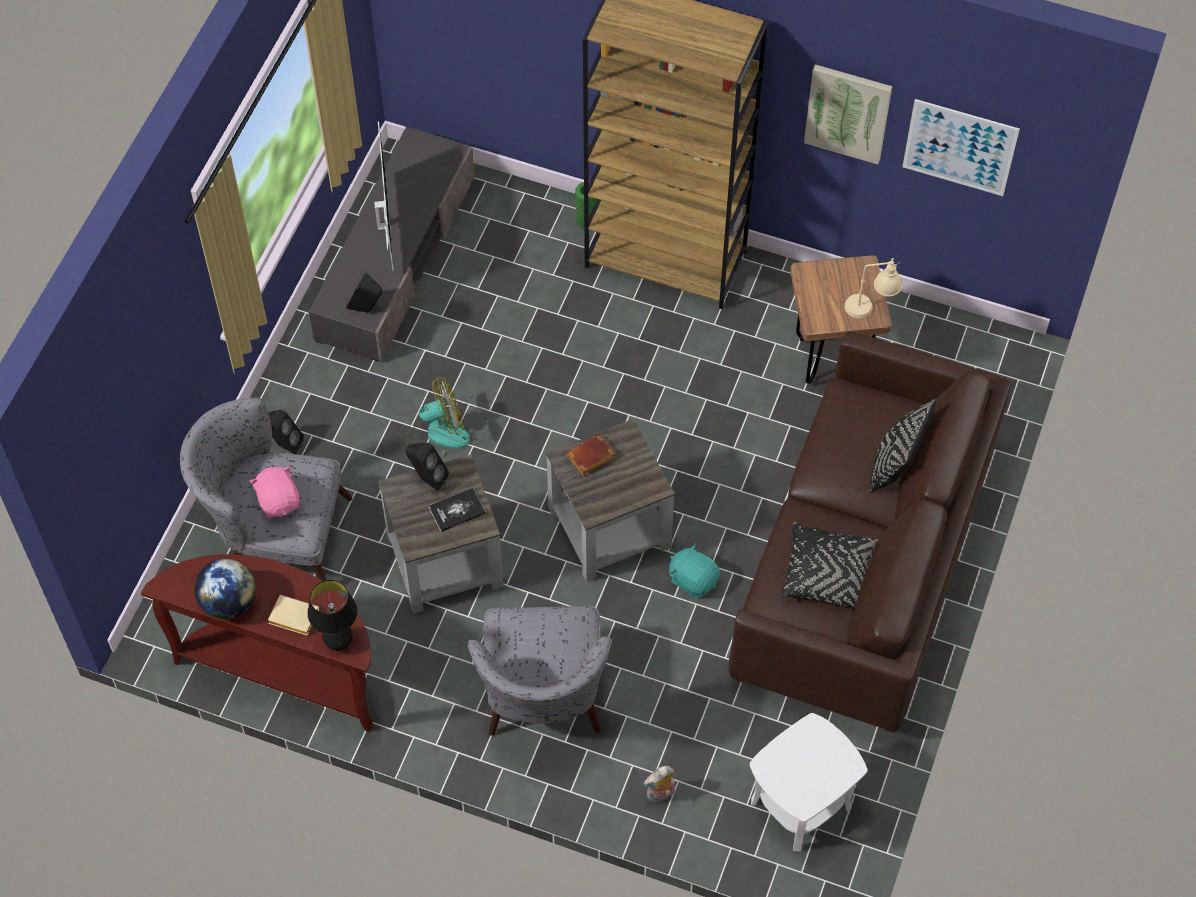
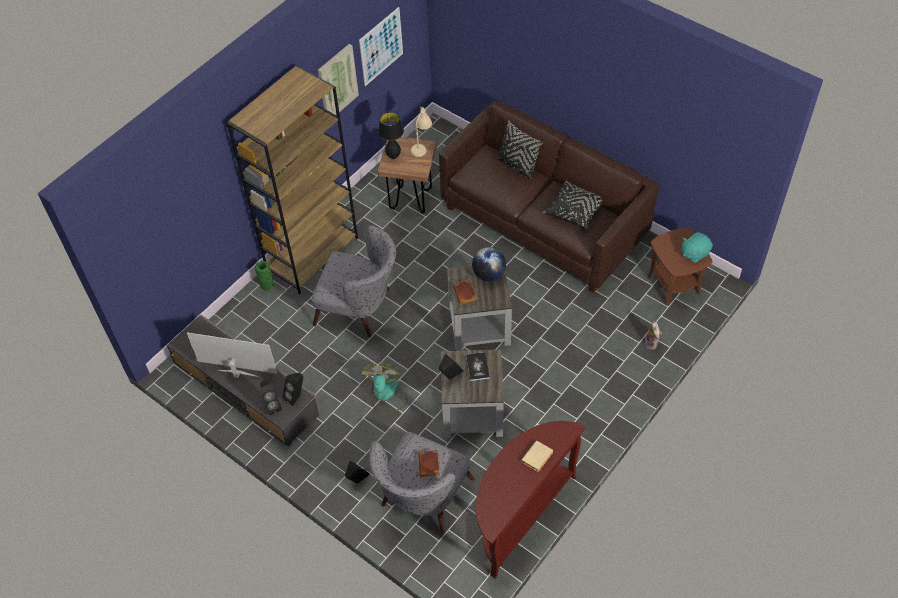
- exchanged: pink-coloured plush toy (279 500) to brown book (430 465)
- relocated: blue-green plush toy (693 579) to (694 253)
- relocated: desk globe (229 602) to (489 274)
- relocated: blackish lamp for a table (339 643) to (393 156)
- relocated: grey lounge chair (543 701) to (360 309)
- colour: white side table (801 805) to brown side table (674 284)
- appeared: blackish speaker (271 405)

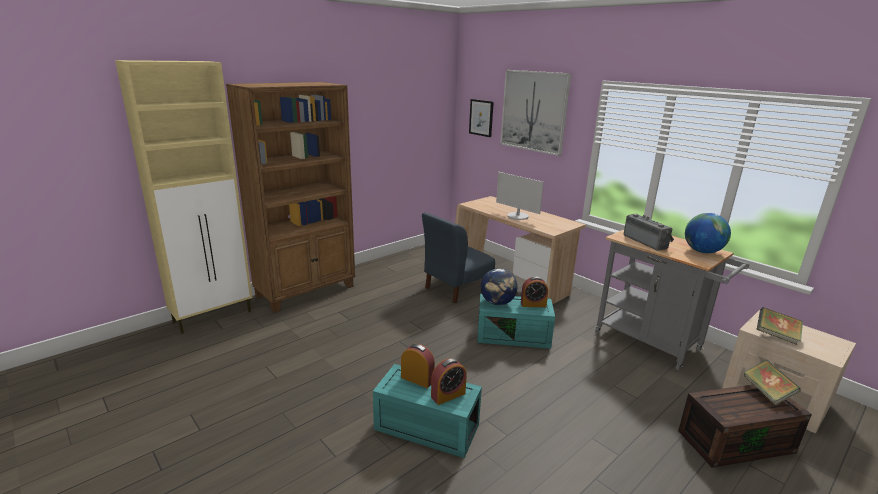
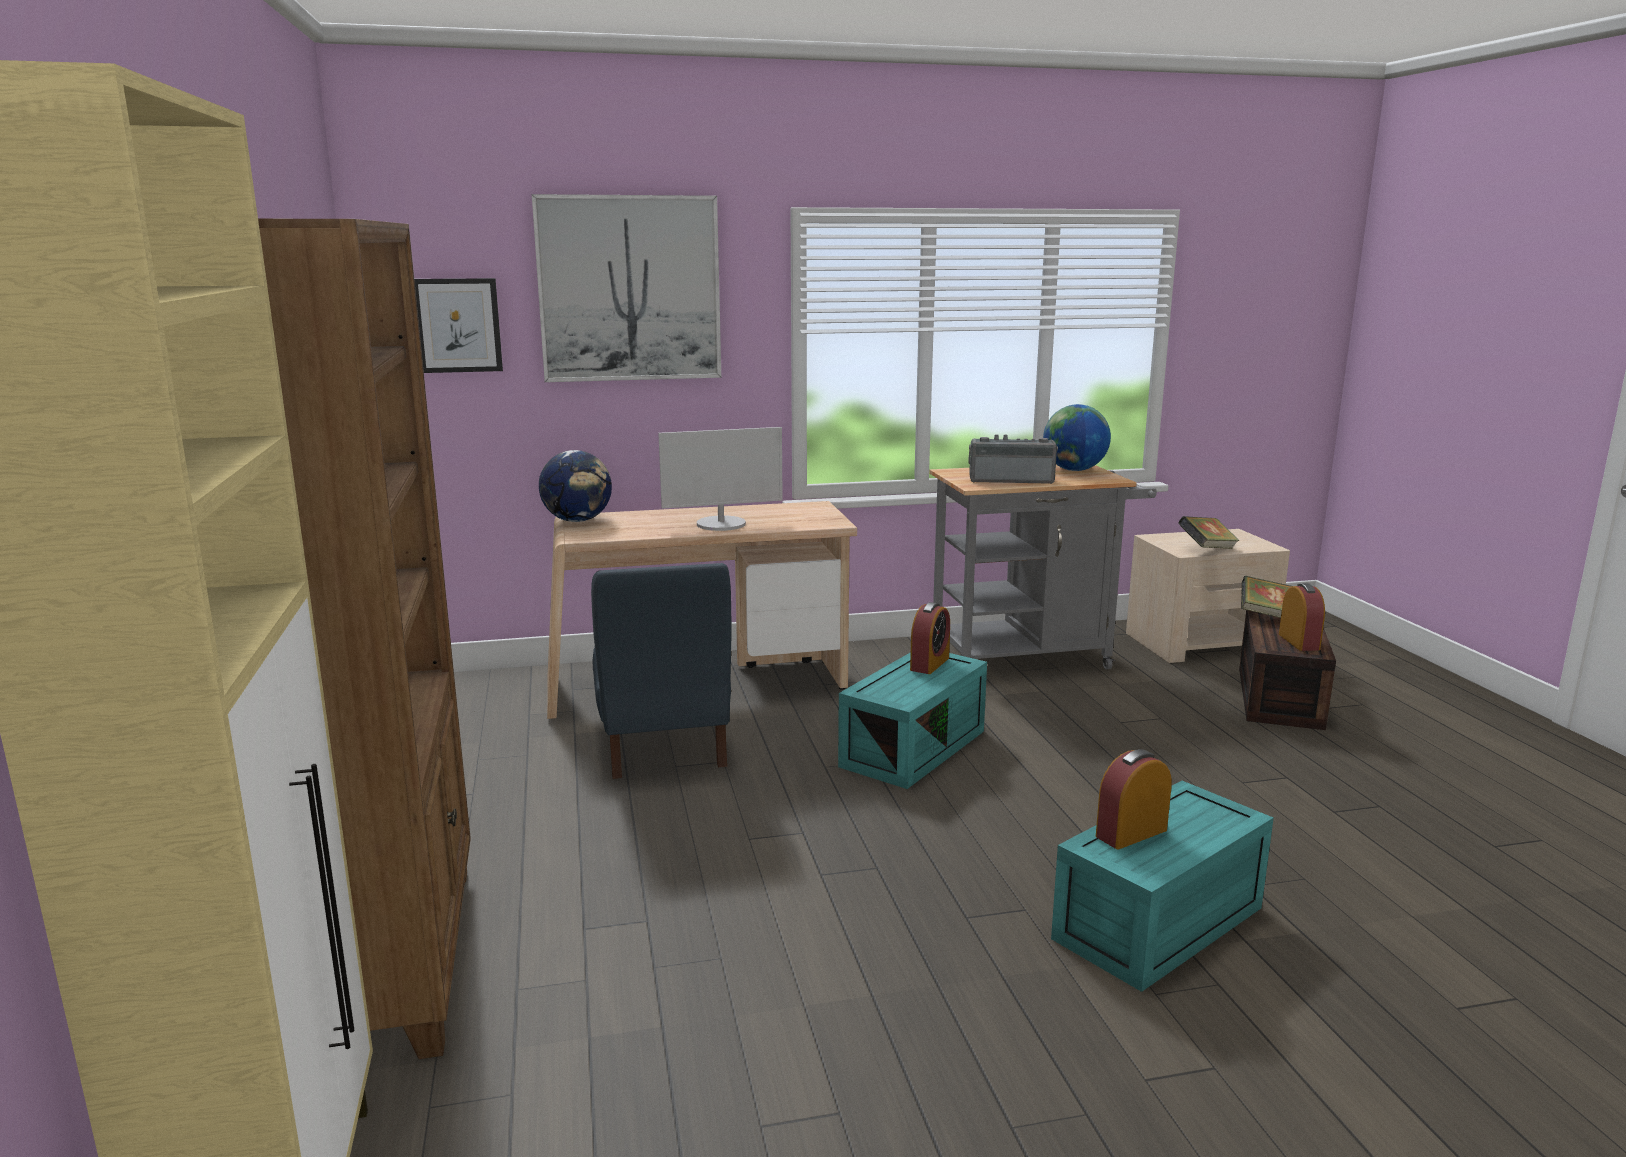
- relocated: desk globe (497 303) to (578 521)
- relocated: alarm clock (448 395) to (1299 642)

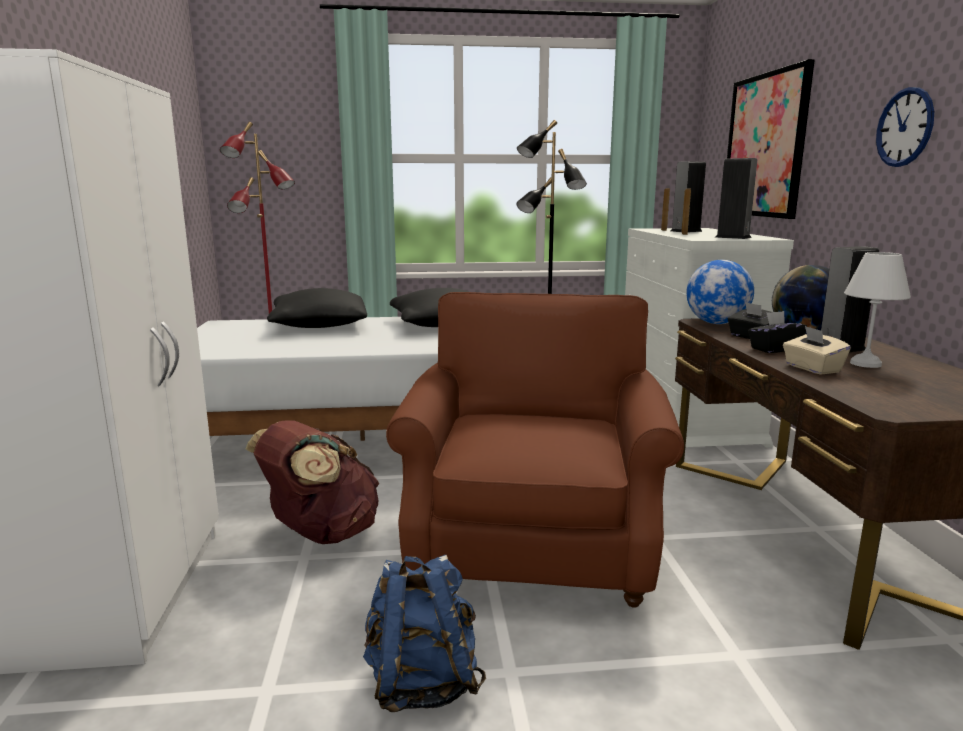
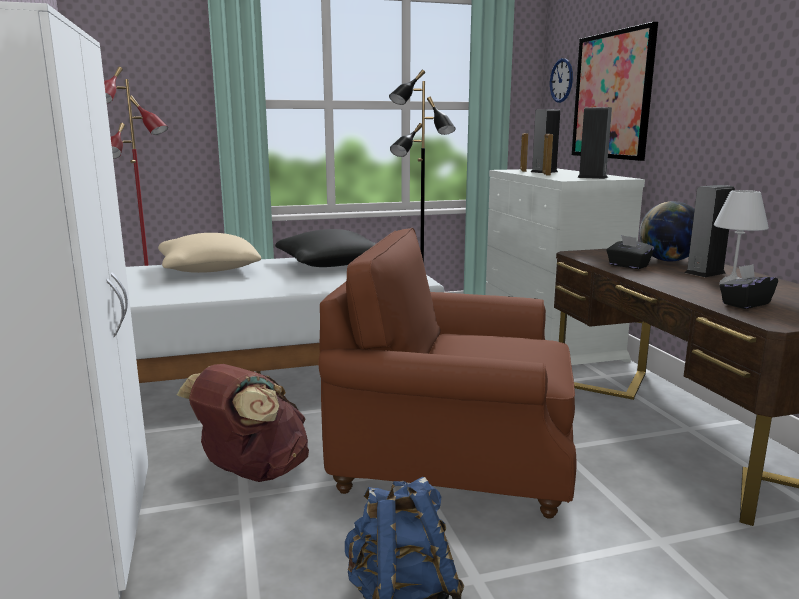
- relocated: wall clock (904 127) to (561 80)
- missing: desk globe (716 323)
- colour: blackish throw pillow (319 325) to sand-coloured throw pillow (209 269)
- spun: brown lounge chair (532 538) = (453 458) 75 degrees counterclockwise
- relocated: blackish tissue holder (774 349) to (745 304)
- missing: sand-coloured tissue holder (812 368)

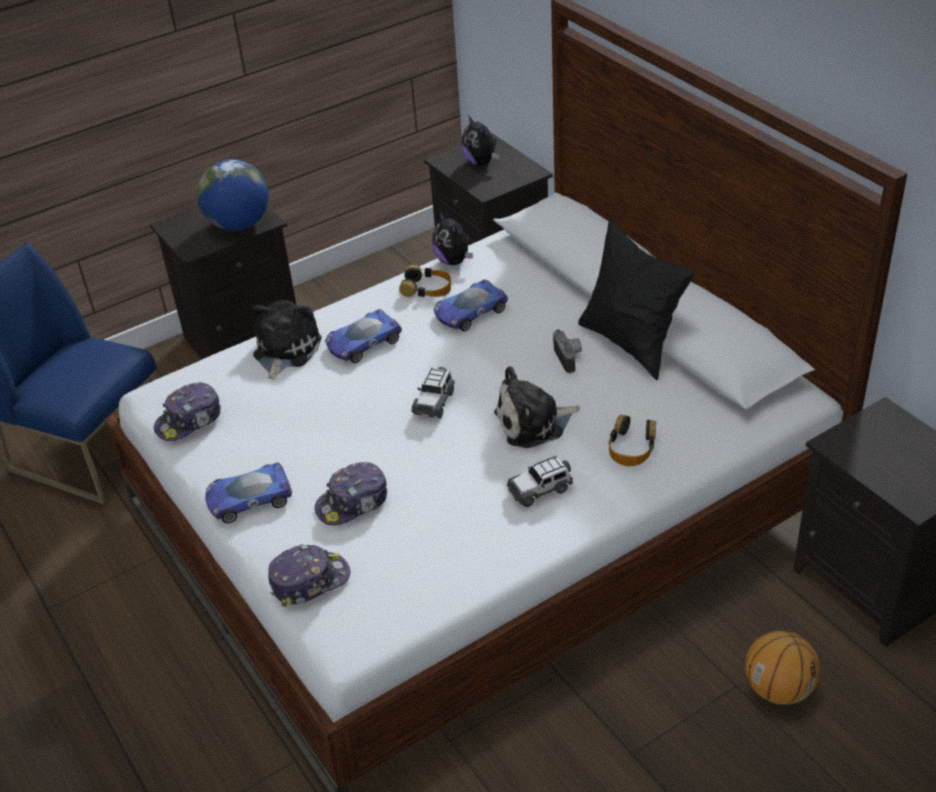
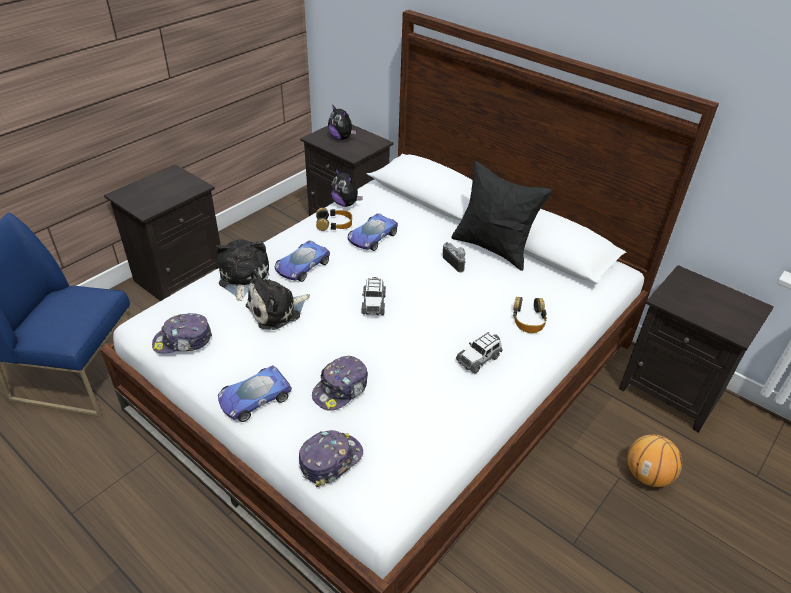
- missing: desk globe (239 224)
- relocated: plush toy (534 423) to (277 310)
- spun: baseball cap (189 420) = (183 341) 45 degrees clockwise

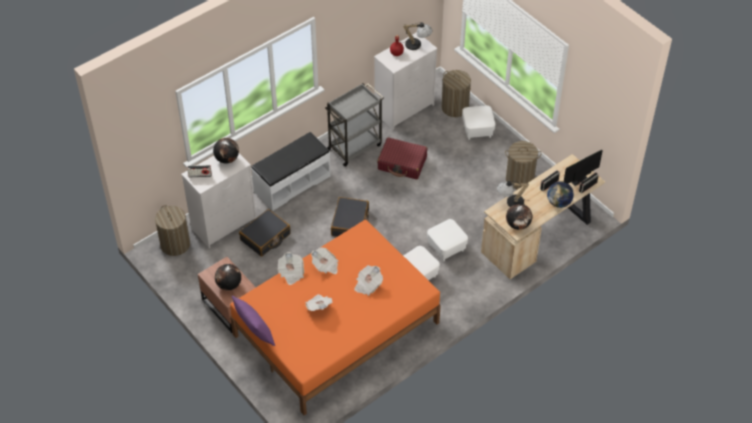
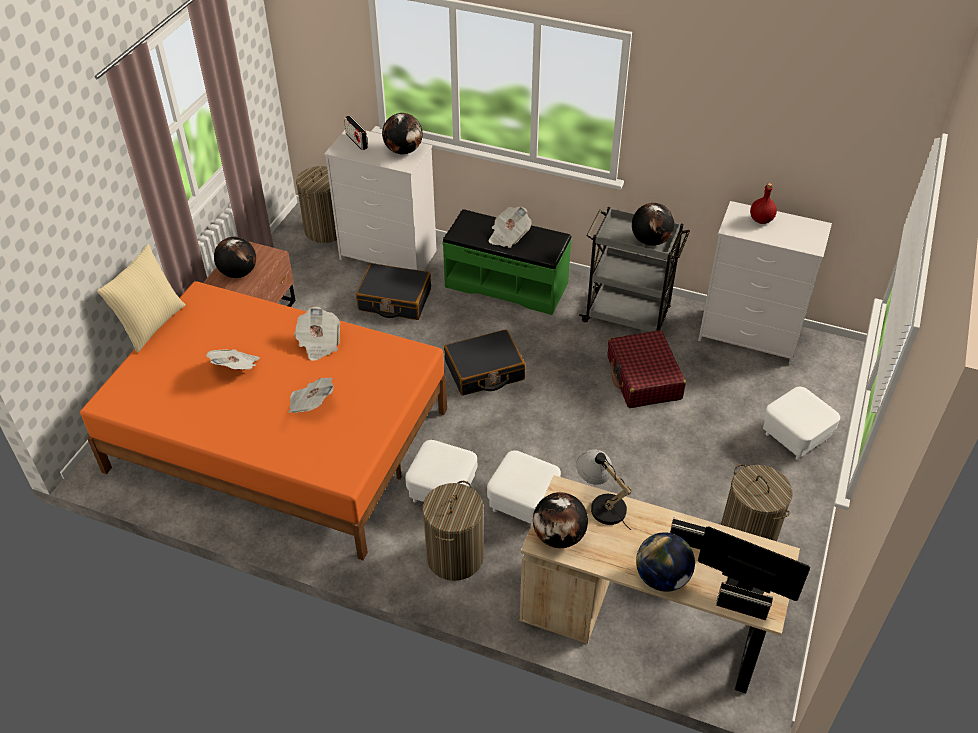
- missing: lamp for a table (417 45)
- relocated: washing basket (455 107) to (455 557)
- colour: white long seat (292 183) to green long seat (506 284)
- relocated: newspaper (291 273) to (508 236)
- colour: purple throw pillow (255 333) to sand-coloured throw pillow (151 324)
- appeared: desk globe (650 241)

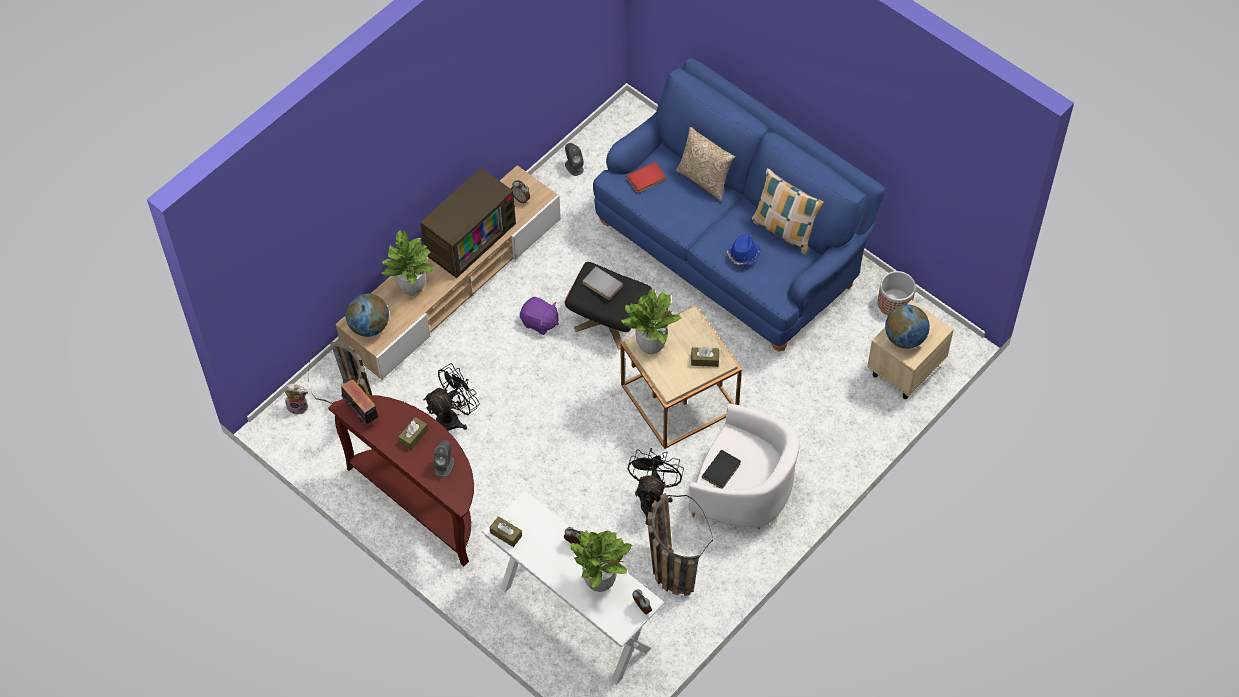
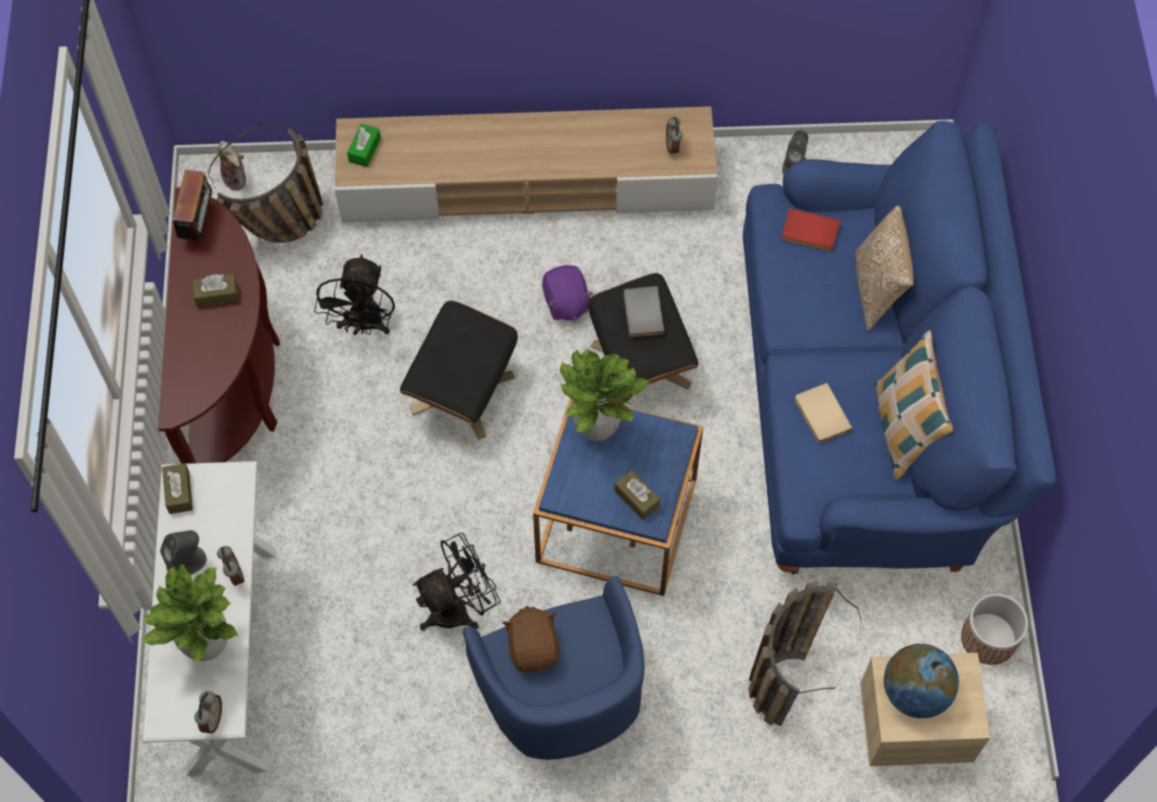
- missing: TV set (469 236)
- missing: plant in a pot (412 287)
- exchanged: bluish clothing hat (743 254) to sand-coloured book (820 415)
- exchanged: desk globe (369 326) to green tissue holder (364 150)
- colour: sand-coloured side table (679 397) to bluish side table (617 520)
- spun: blackish cooling fan (453 418) = (364 326) 90 degrees clockwise
- colour: white lounge chair (743 492) to bluish lounge chair (563 694)
- relocated: grey speaker (444 465) to (187 562)
- exchanged: blackish book (722 471) to brown plush toy (533 647)
- relocated: household basket (669 563) to (787 669)
- appeared: blackish pouffe (462 392)

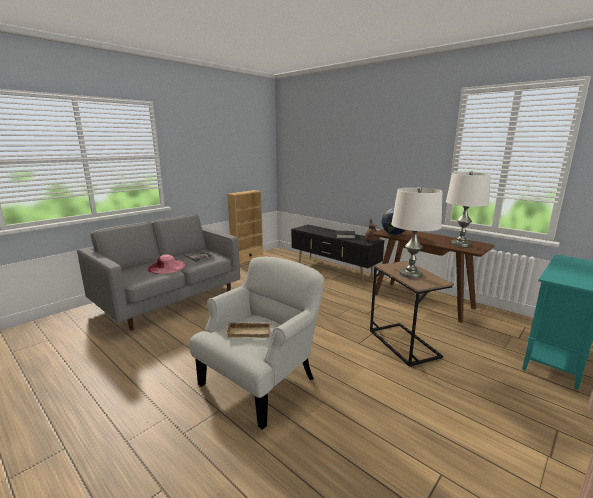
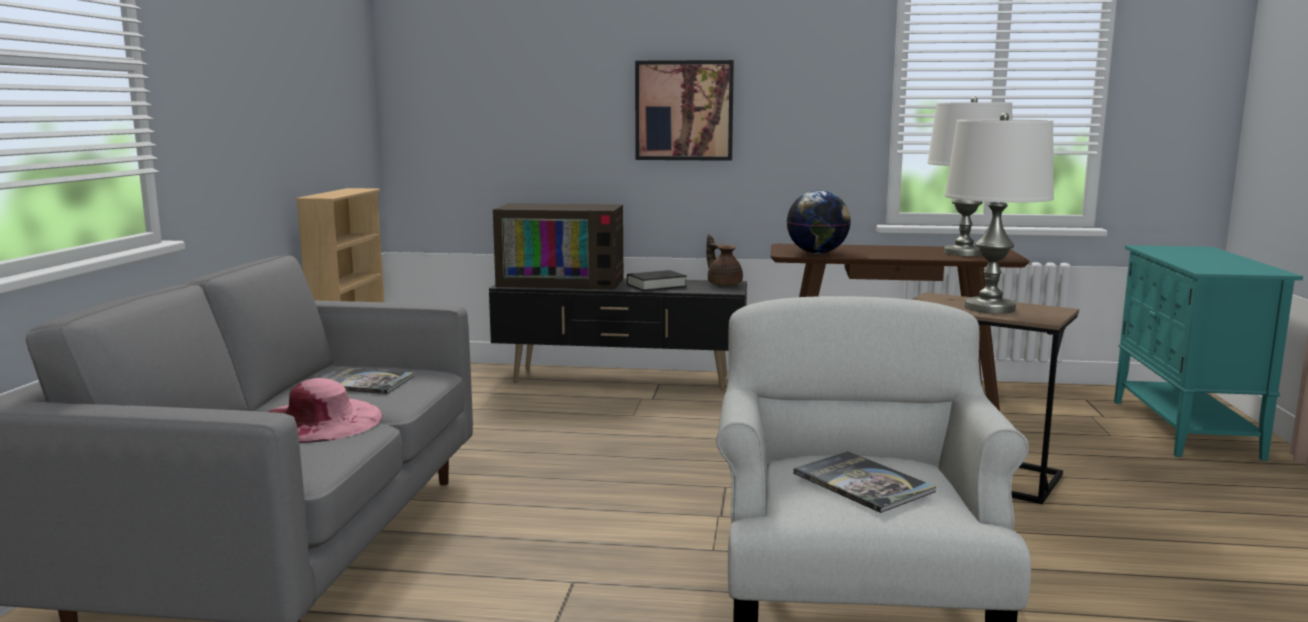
- exchanged: sand-coloured carrying tray (249 332) to book (863 483)
- appeared: picture (684 110)
- appeared: TV set (563 282)

